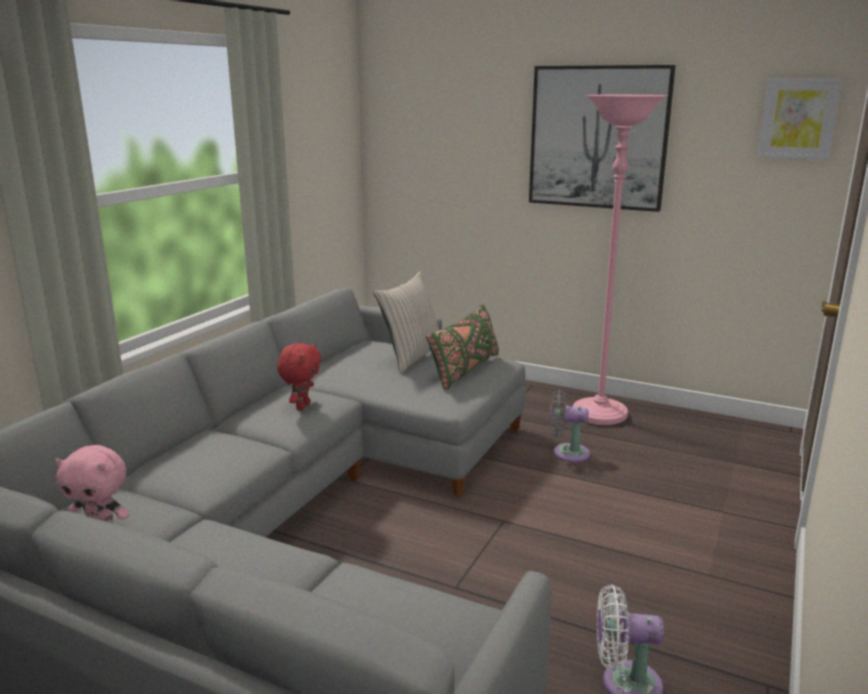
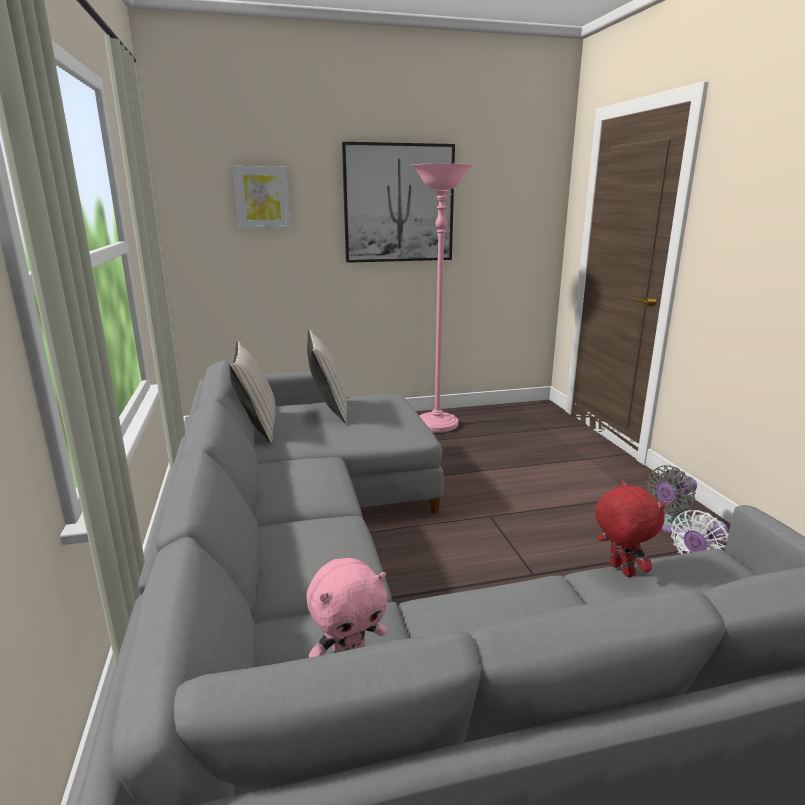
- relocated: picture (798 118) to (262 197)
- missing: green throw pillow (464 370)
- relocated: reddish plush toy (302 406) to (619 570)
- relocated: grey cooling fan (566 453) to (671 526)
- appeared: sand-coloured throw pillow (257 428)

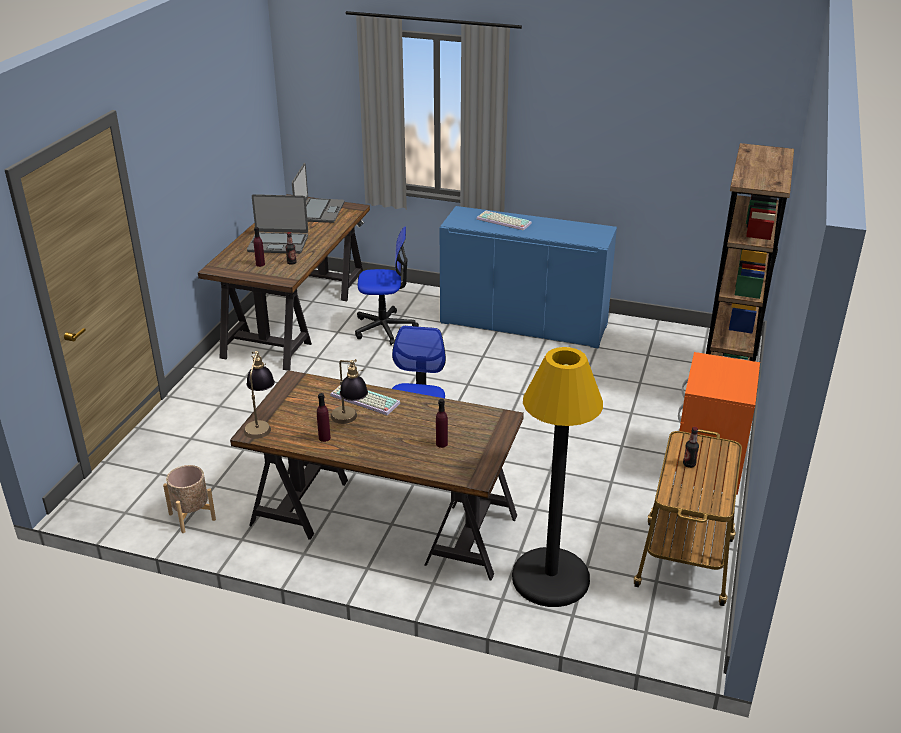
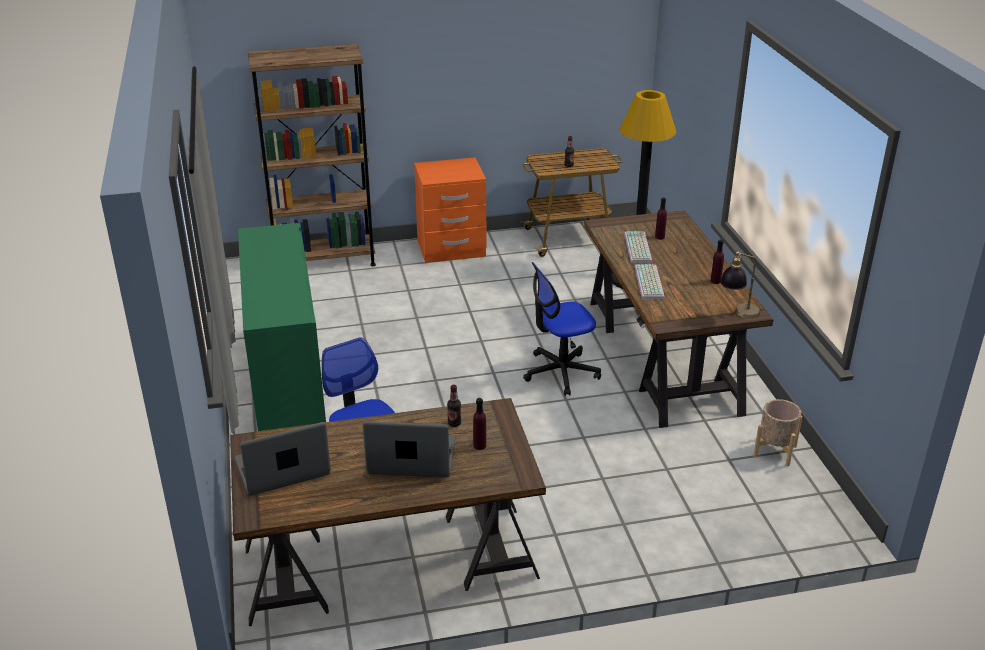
- spun: laptop (278 243) = (411 458) 60 degrees counterclockwise
- colour: bluish storage cabinet (523 324) to green storage cabinet (287 383)
- relocated: keyboard (502 221) to (639 248)
- missing: lamp for a table (350 421)

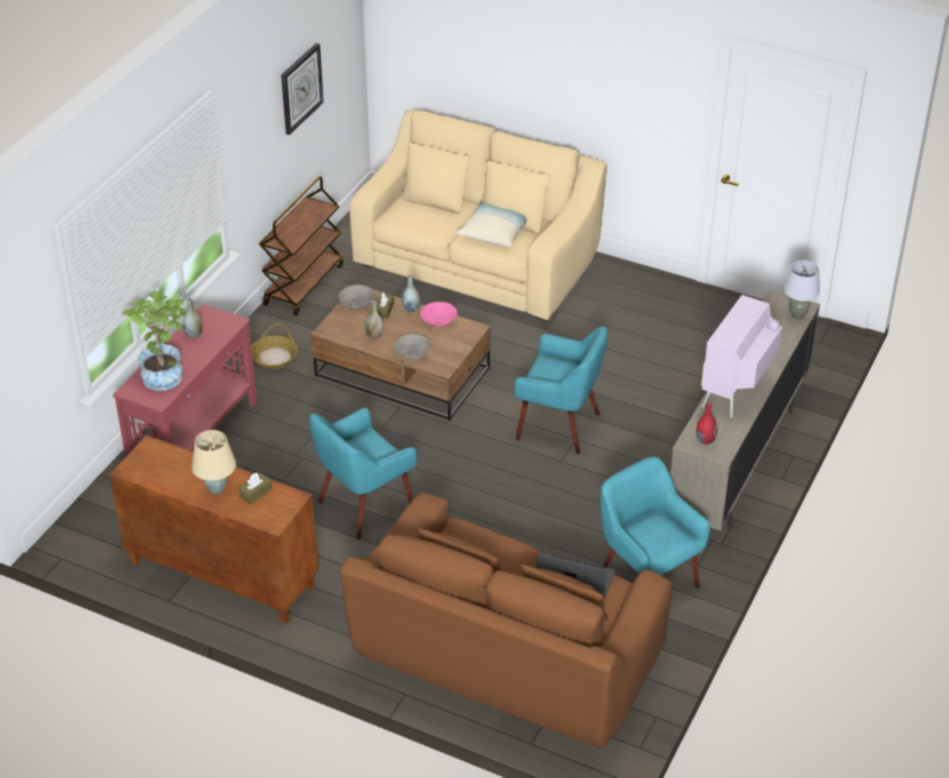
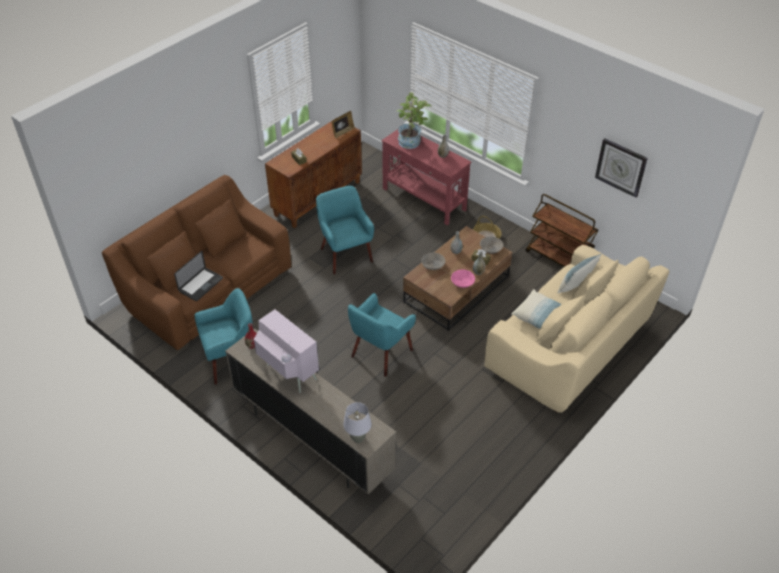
- missing: sand-coloured lamp for a table (216 489)
- appeared: photo frame (343 132)
- appeared: throw pillow (575 286)

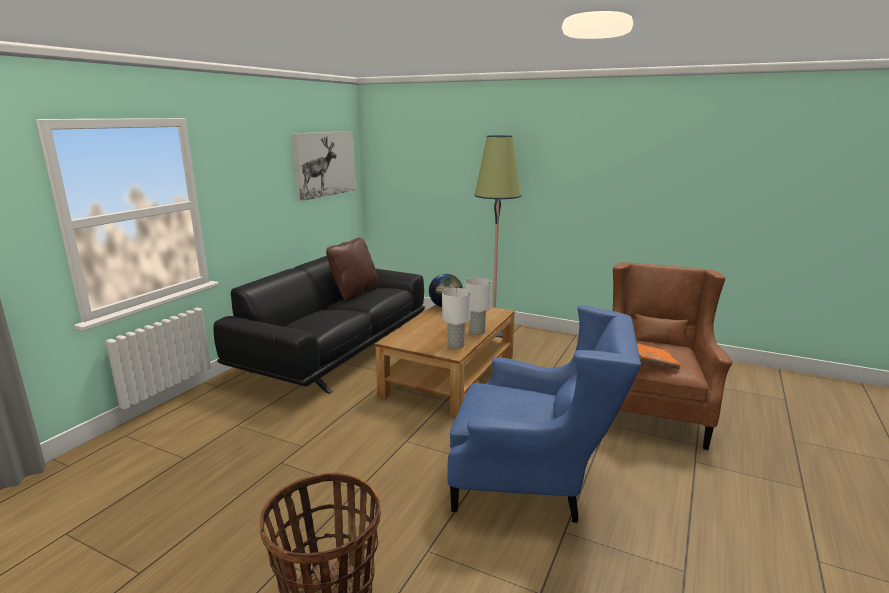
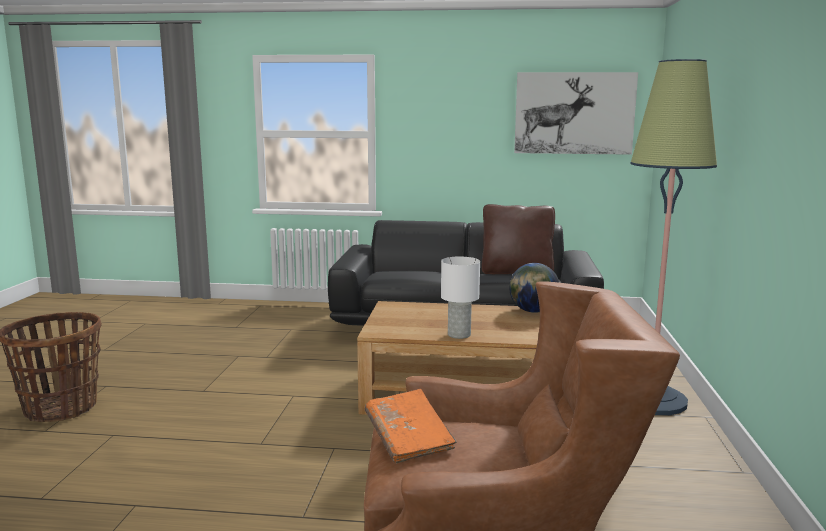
- missing: white lamp for a table (456 345)
- missing: bluish lounge chair (534 483)

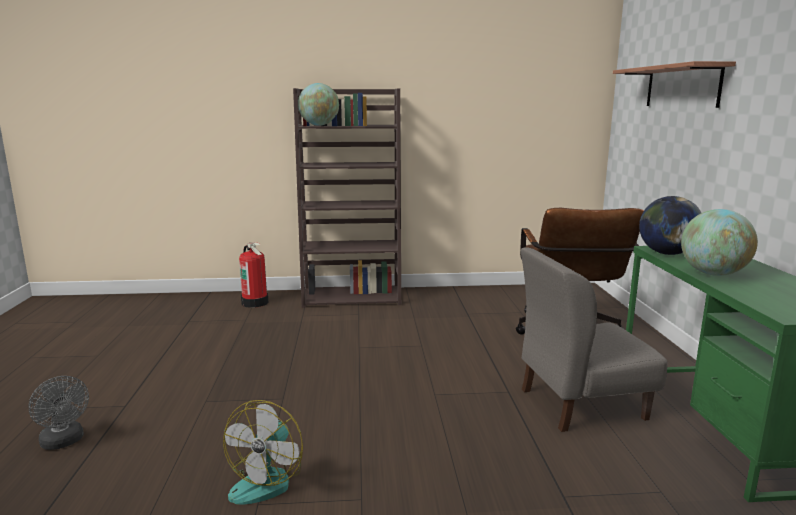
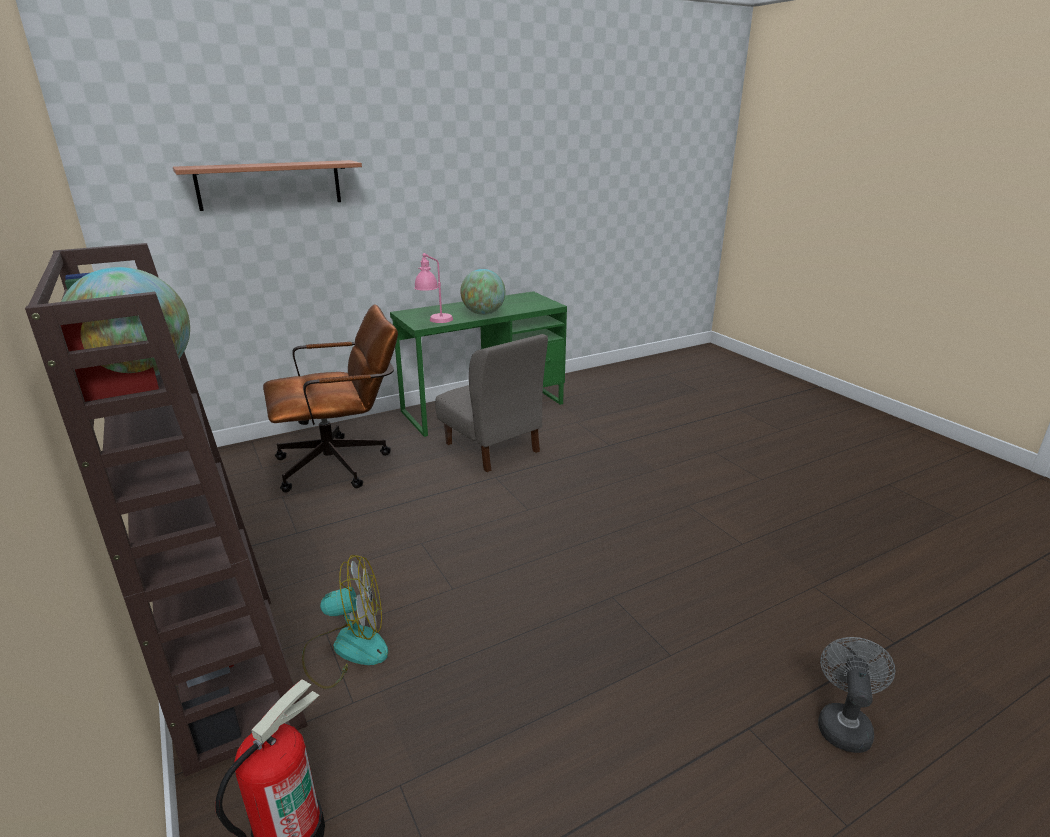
- exchanged: desk globe (667 253) to pink-coloured lamp for a table (435 322)
- relocated: cooling fan (267 479) to (346 649)

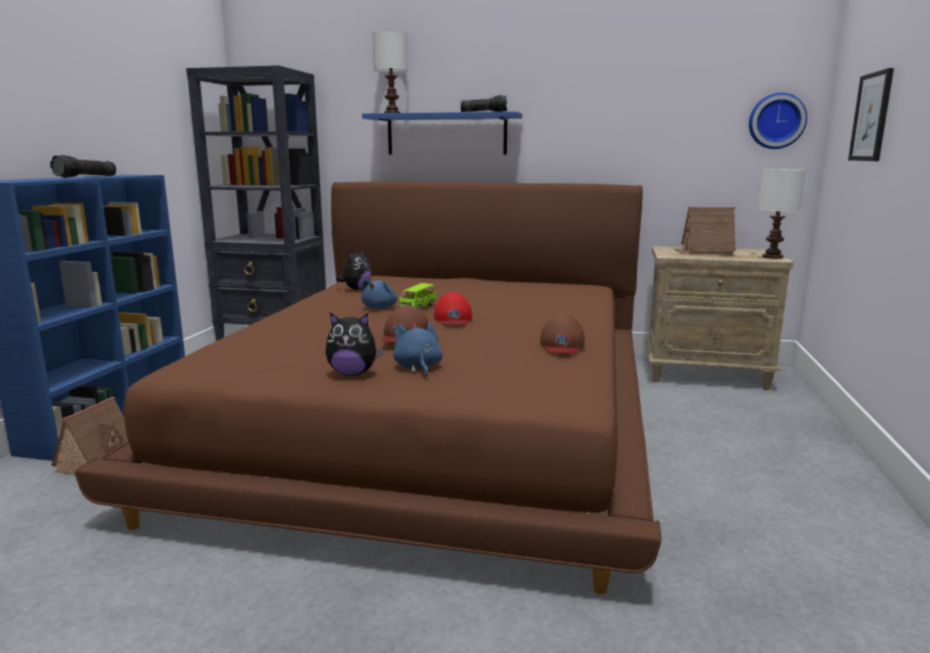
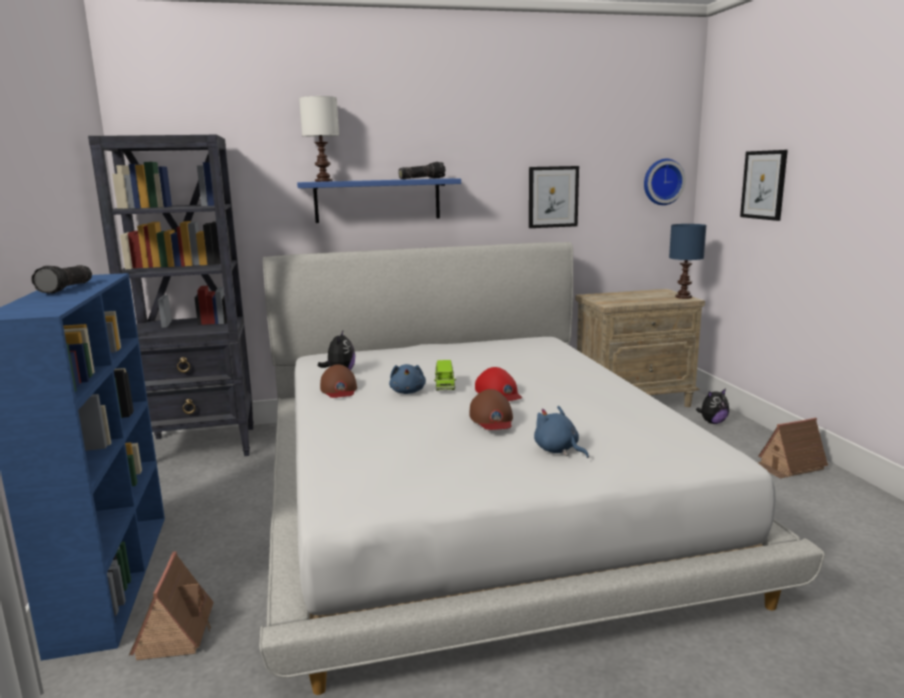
- colour: white lamp for a table (773 257) to bluish lamp for a table (684 297)
- colour: brown bed (437 418) to white bed (473 491)
- relocated: model house (703 252) to (789 466)
- relocated: plush toy (353 373) to (712 422)
- relocated: brown baseball cap (562 344) to (339 389)
- appeared: picture (553 197)

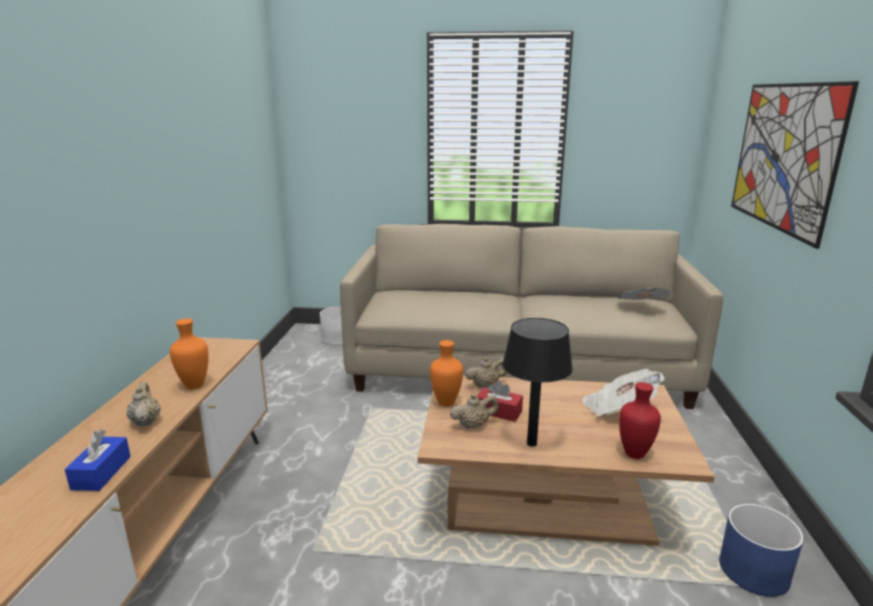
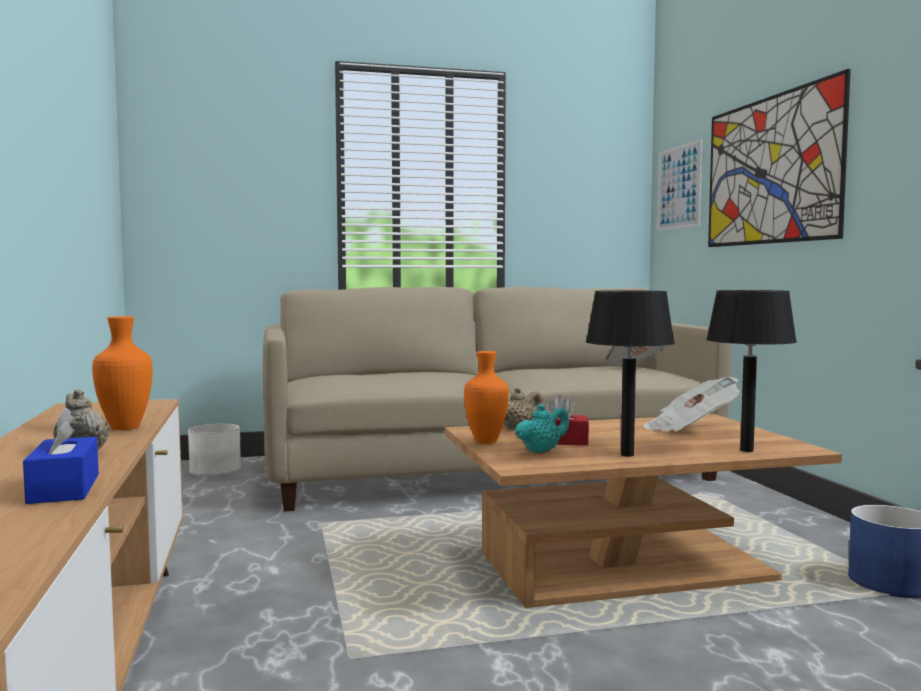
- exchanged: reddish vase (633 455) to blackish lamp for a table (746 450)
- colour: sand-coloured pot for tea (473 425) to blue-green pot for tea (541 451)
- appeared: picture (679 187)

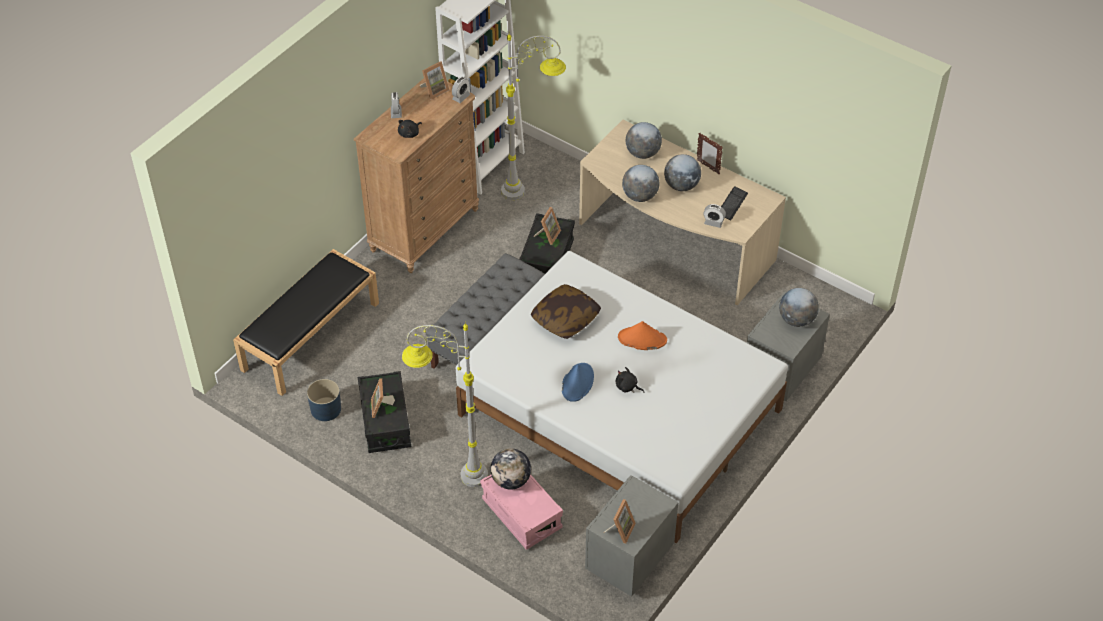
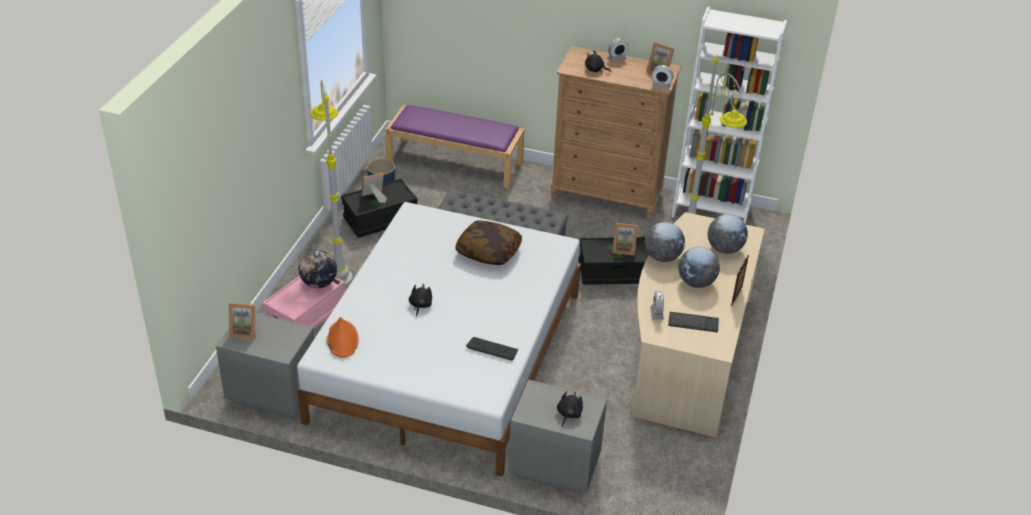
- colour: blackish long seat (310 335) to purple long seat (456 163)
- exchanged: desk globe (796 320) to blackish plush toy (568 414)
- relocated: orangey clothing hat (642 339) to (342 339)
- missing: bluish clothing hat (577 382)
- appeared: keyboard (492 349)

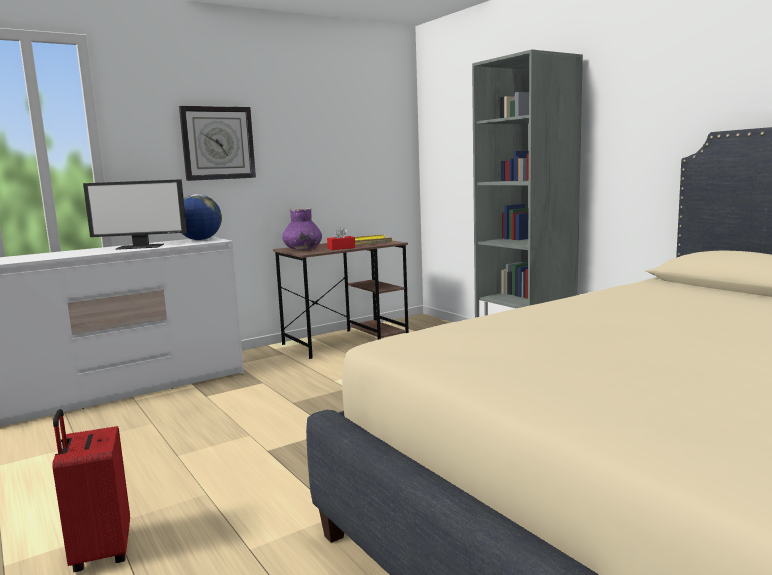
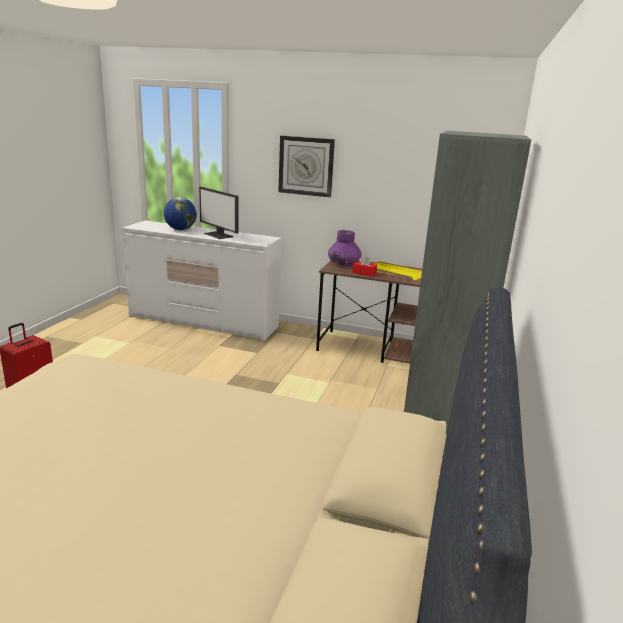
- relocated: desk globe (200 240) to (180 229)

